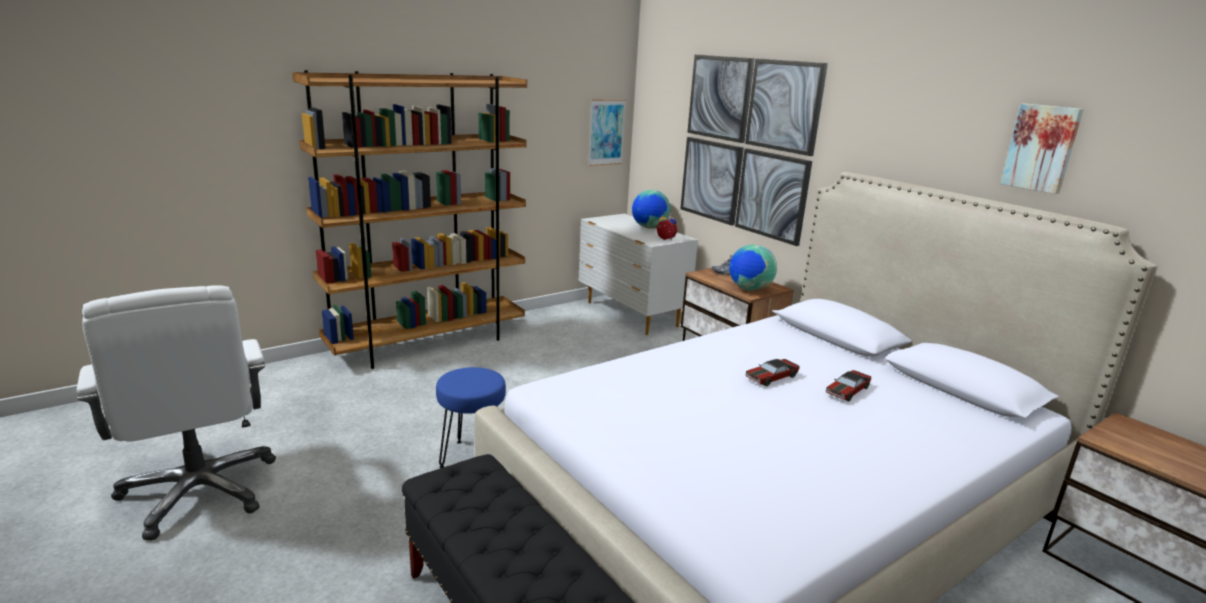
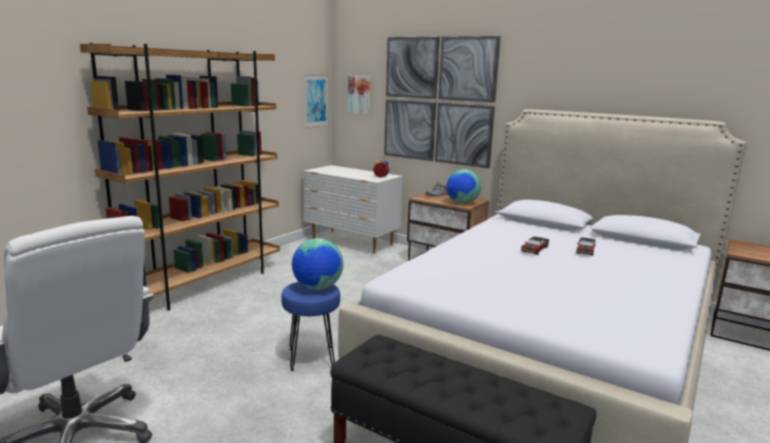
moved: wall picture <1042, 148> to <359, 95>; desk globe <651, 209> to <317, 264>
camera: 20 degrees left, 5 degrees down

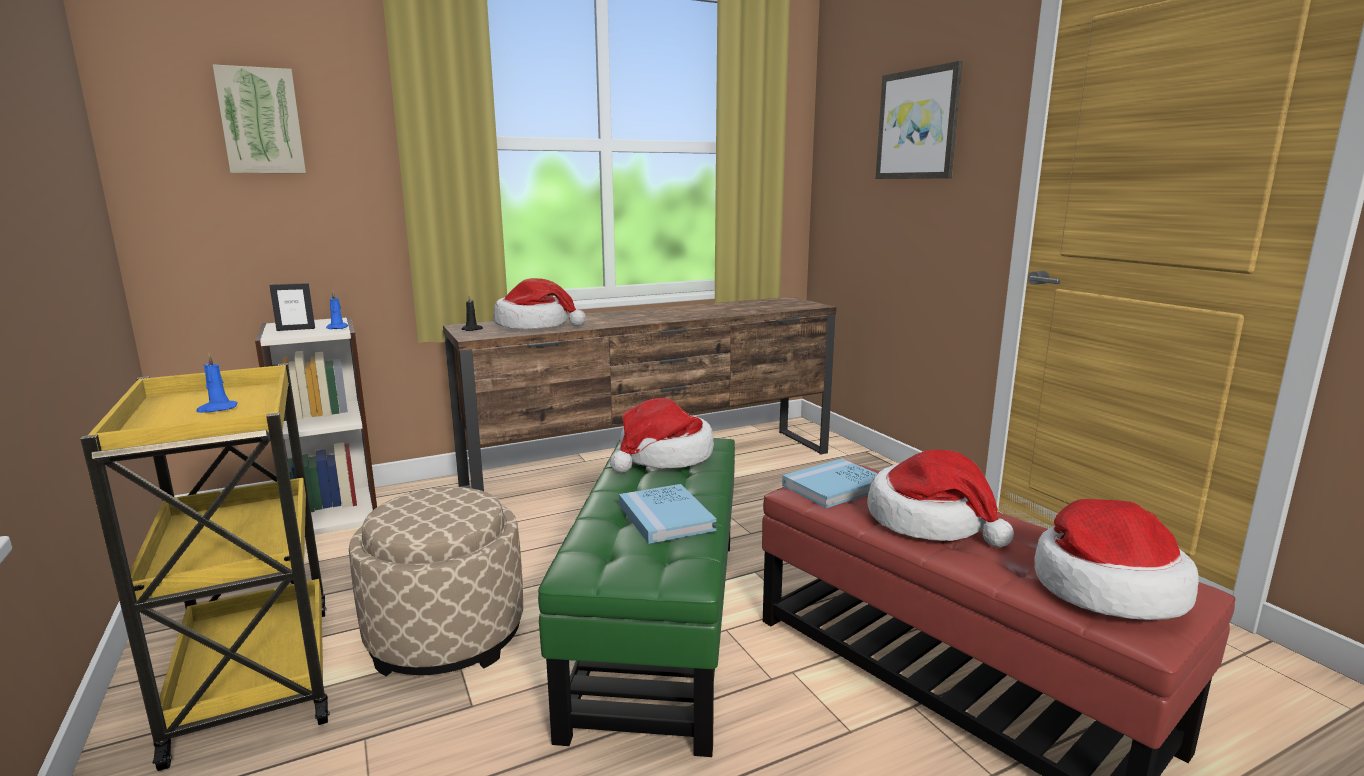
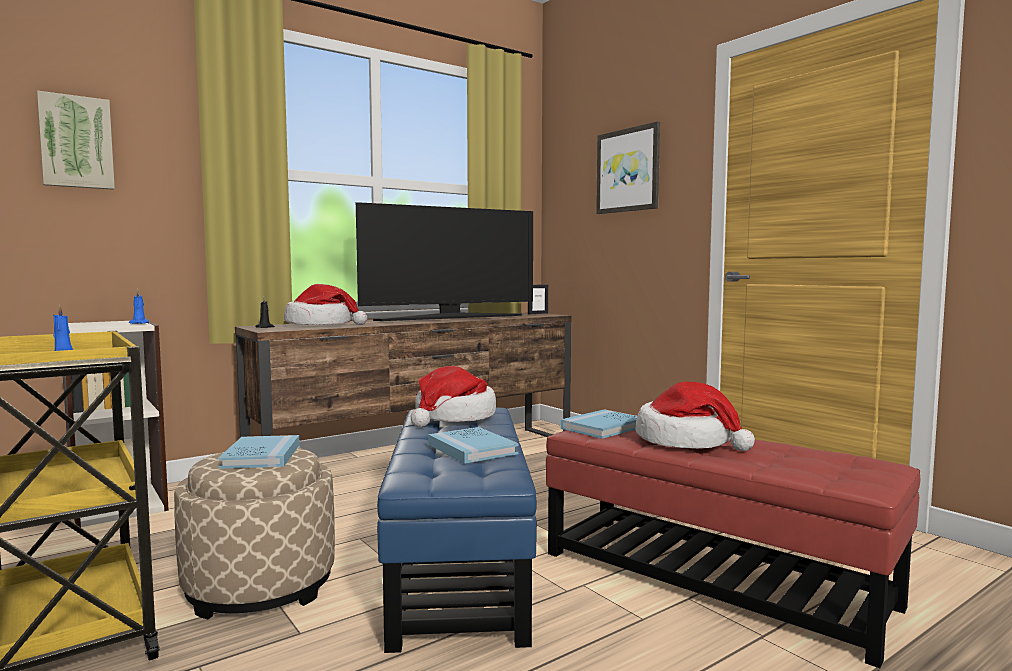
removed: wearable hat <1116, 559>
added: television <444, 261>; volume (bluish) <259, 452>
moved: photo frame <292, 307> to <538, 299>
recoloured: footrest (greenish) <636, 597> to footrest (bluish) <457, 530>
camera: 10 degrees left, 10 degrees down

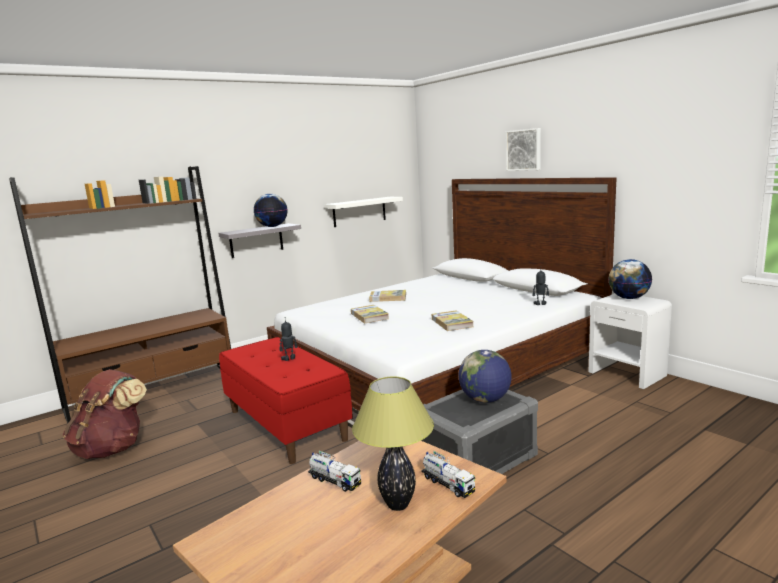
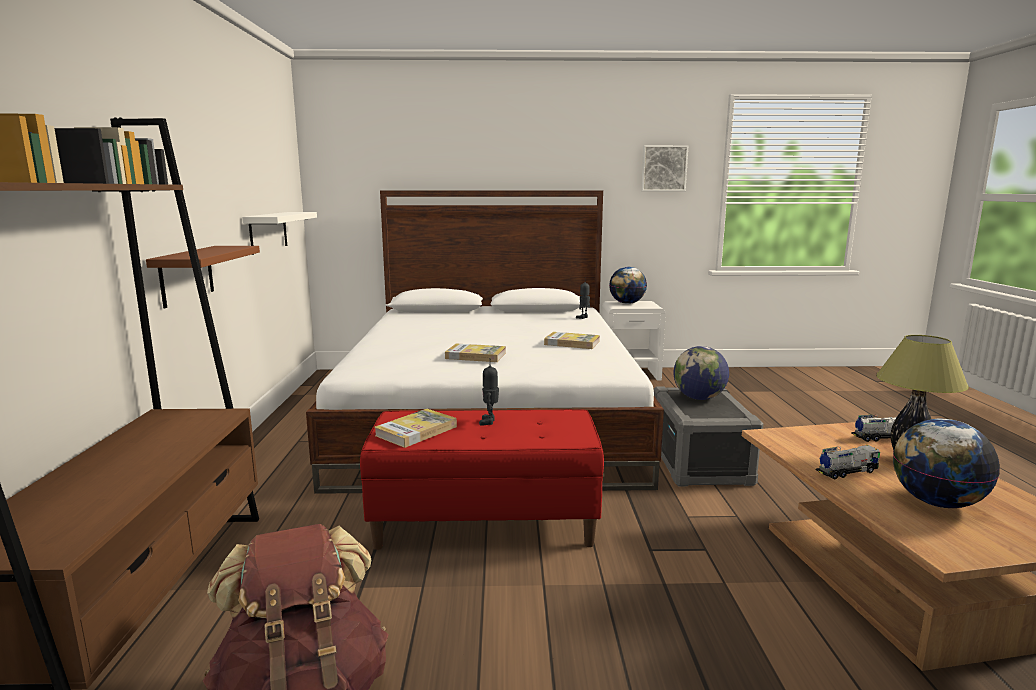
moved: wall picture <523, 149> to <664, 168>; desk globe <270, 210> to <946, 463>; volume <387, 296> to <416, 428>
recoloured: shelf (gray) <259, 240> to shelf (brown) <203, 277>
camera: 55 degrees left, 0 degrees up

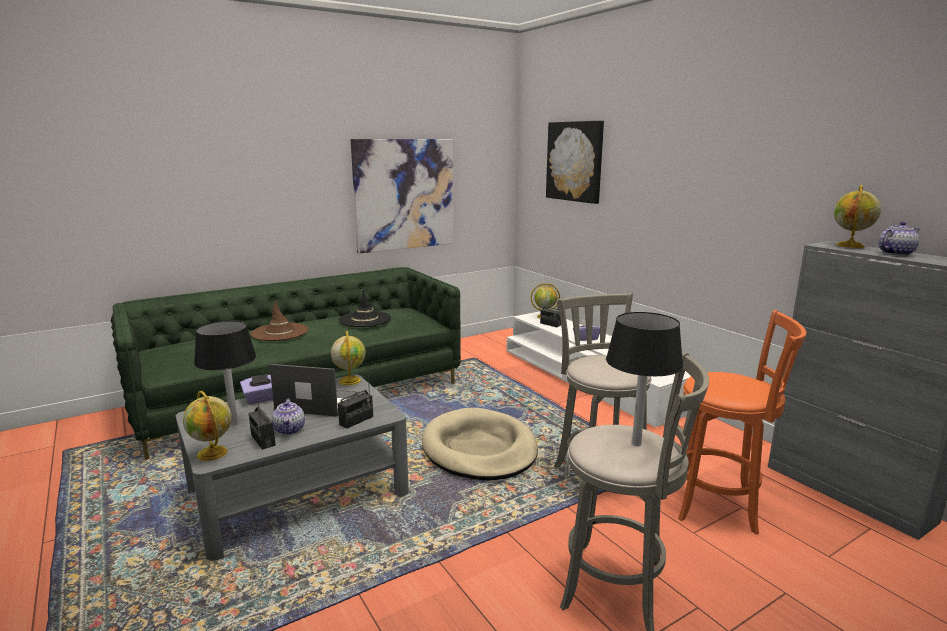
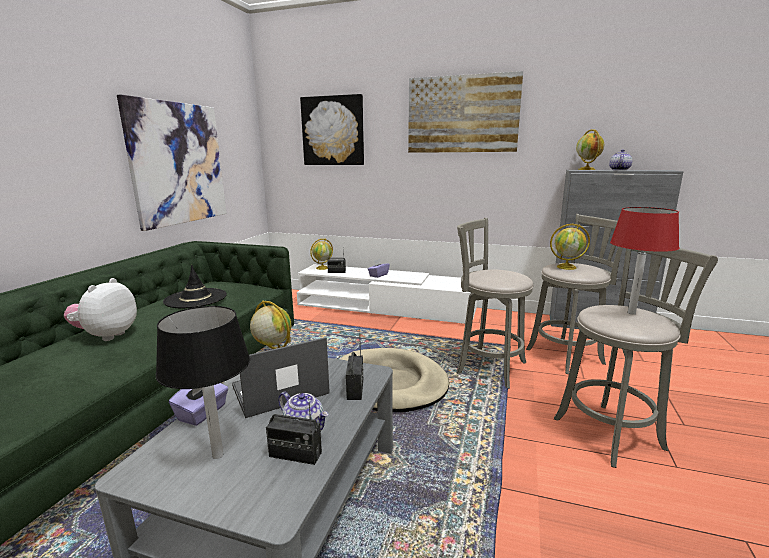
added: wall picture <465, 112>
moved: desk globe <207, 426> to <570, 247>
replaced: wearable hat (brown) <279, 321> to cuddly toy <100, 309>
recoloured: stool seat (orange) <742, 422> to stool seat (gray) <574, 294>; table lamp (blackish) <644, 379> to table lamp (reddish) <644, 261>
camera: 40 degrees left, 0 degrees up

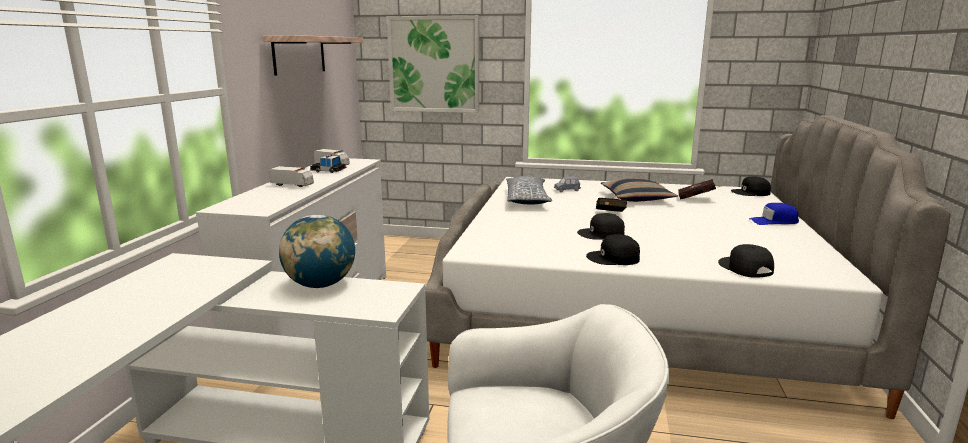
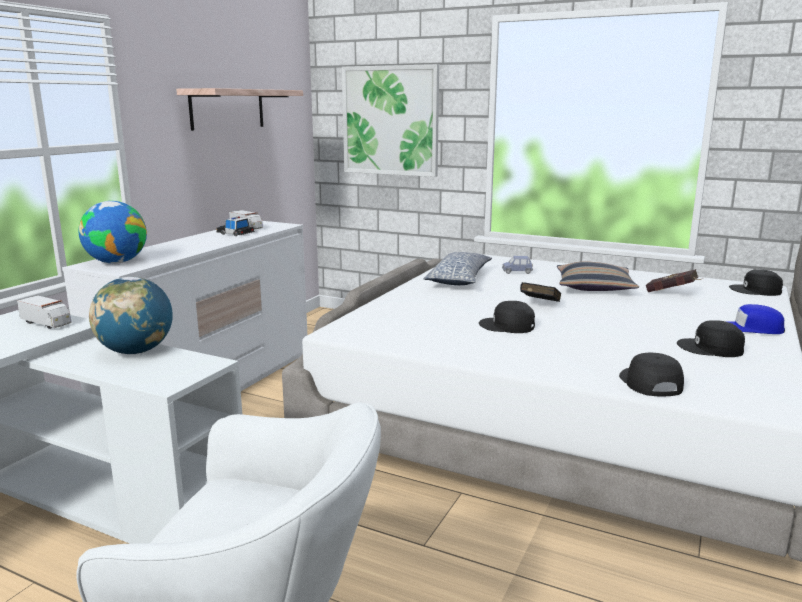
added: desk globe <112, 232>
moved: toy truck <291, 176> to <44, 312>; baseball cap (blackish) <613, 249> to <711, 338>
camera: 15 degrees right, 0 degrees up

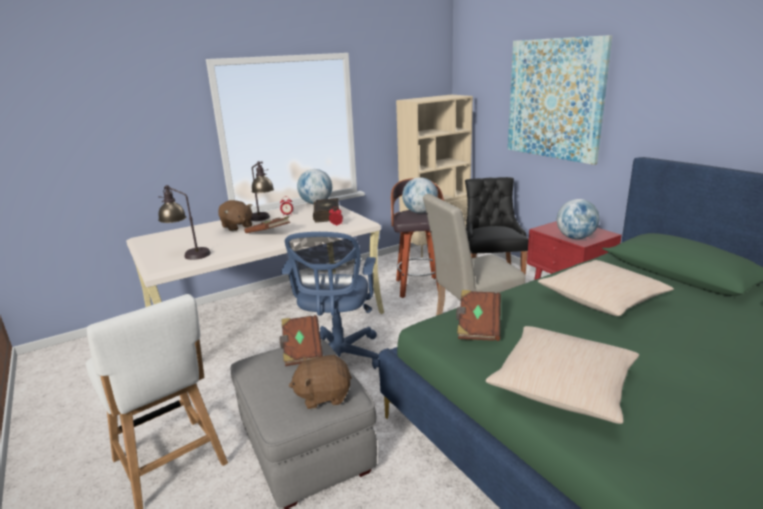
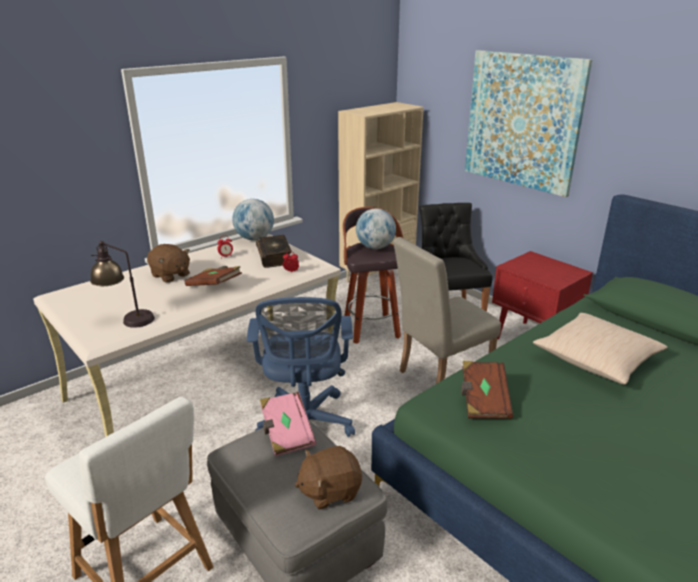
removed: table lamp <262, 191>; desk globe <578, 219>; cushion (beige-coloured) <562, 375>
recoloured: volume (brown) <301, 340> to volume (pink) <288, 424>
camera: 10 degrees left, 5 degrees up

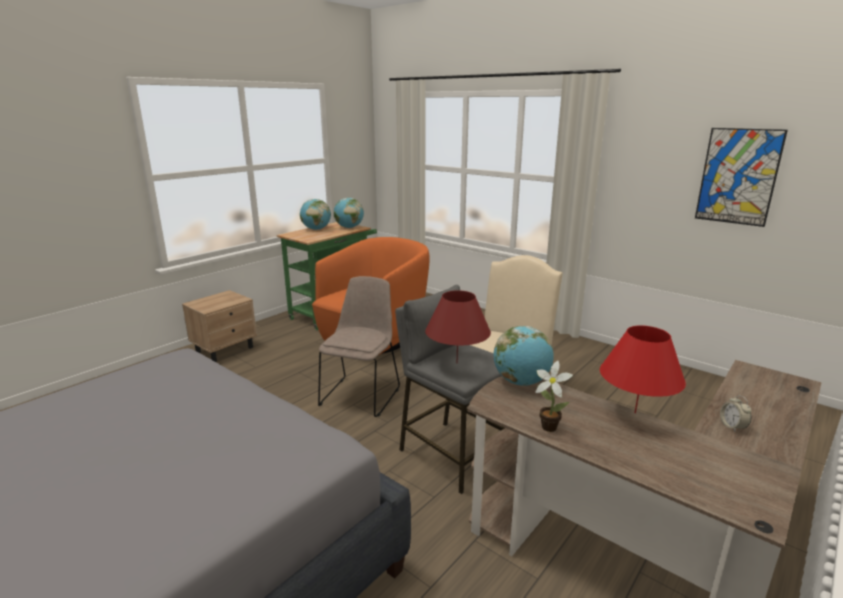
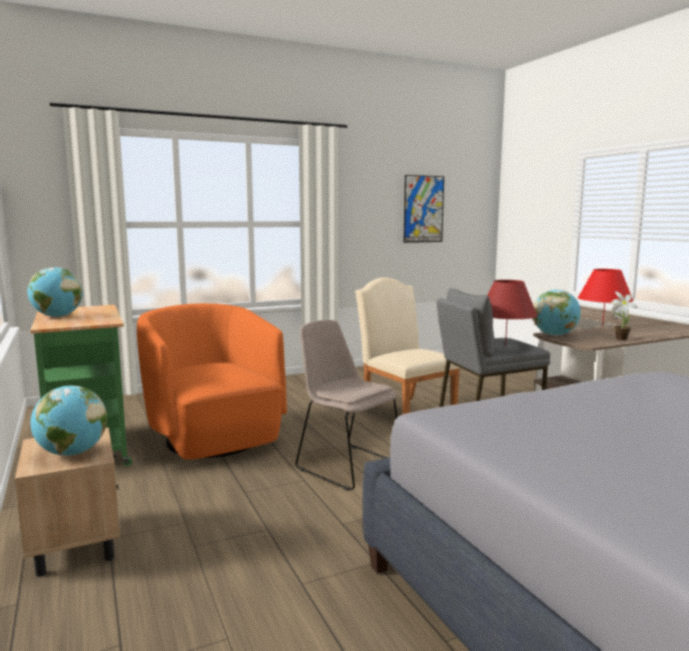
moved: desk globe <349, 213> to <68, 420>
camera: 65 degrees left, 10 degrees down

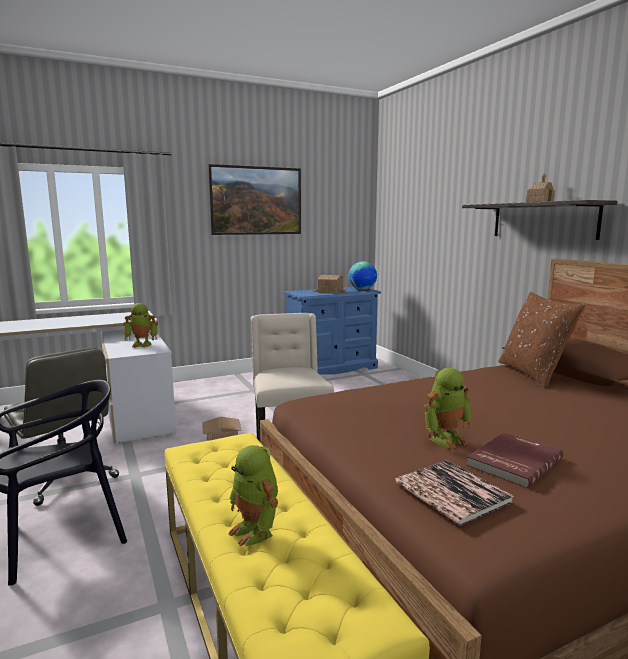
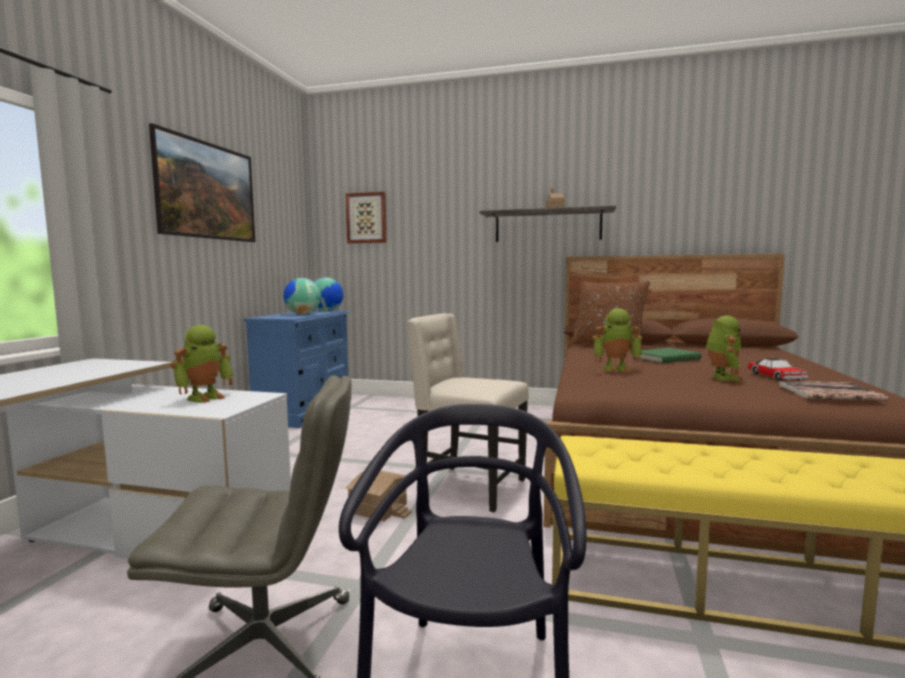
added: wall picture <366, 217>; volume (greenish) <667, 355>
moved: toy robot <253, 495> to <617, 340>
replaced: miniature house <330, 284> to desk globe <302, 296>; volume (reddish) <515, 460> to model car <778, 369>
camera: 50 degrees left, 5 degrees down

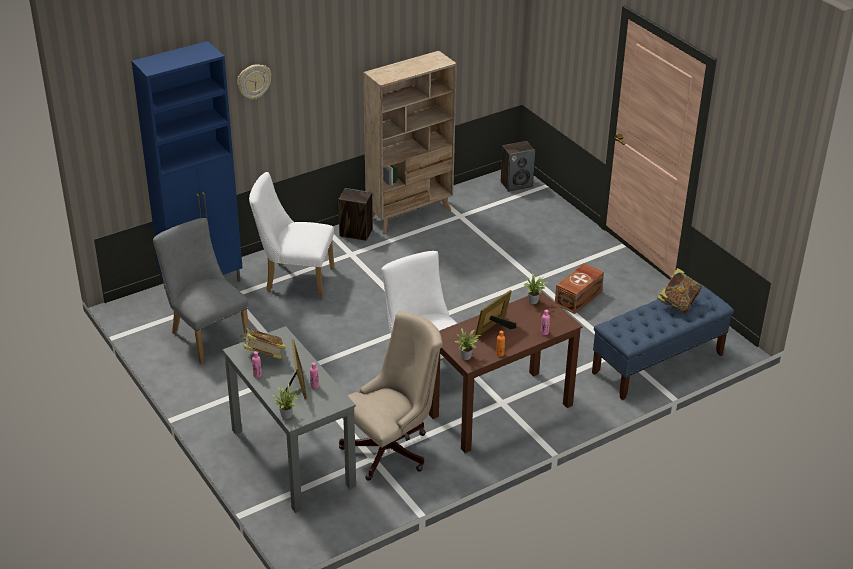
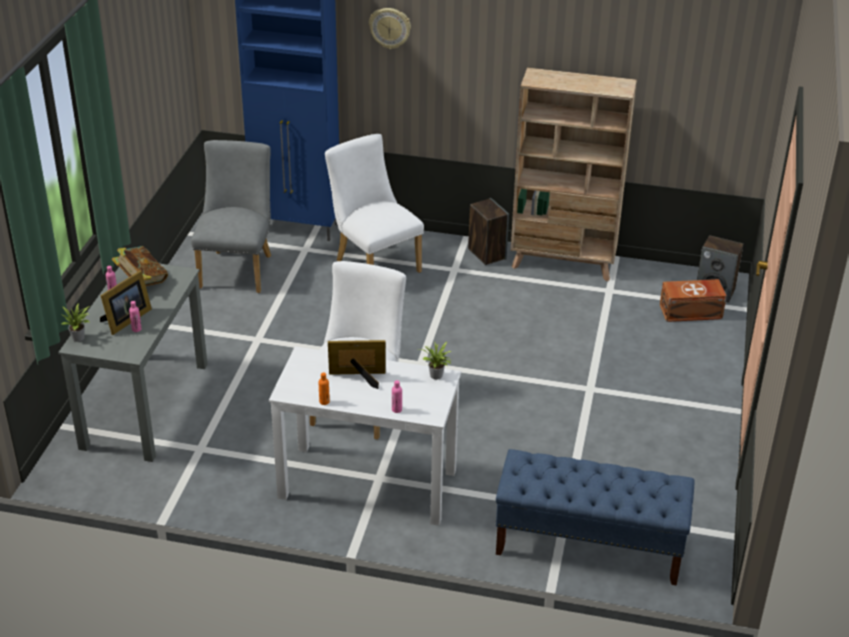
removed: volume <679, 290>; computer chair (beige-coloured) <391, 396>; houseplant <468, 344>
moved: storage container (brown) <579, 288> to <693, 300>
recoloured: desk table (brown) <505, 372> to desk table (white) <365, 436>
camera: 45 degrees right, 0 degrees up

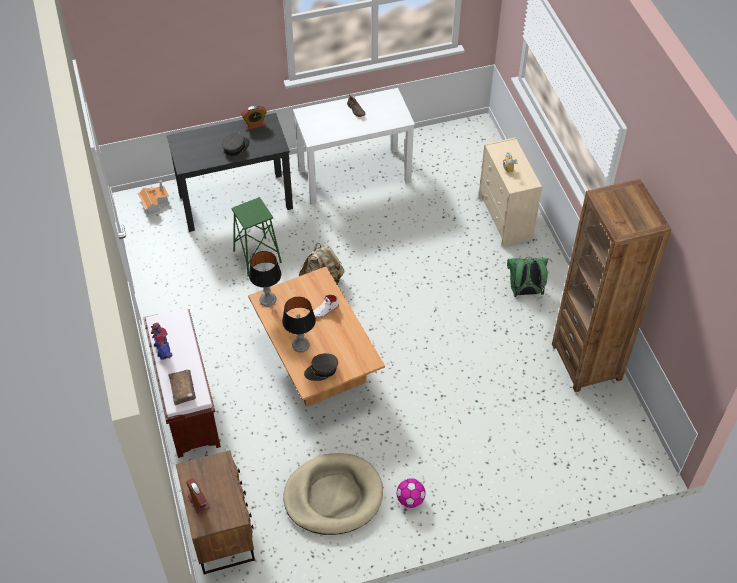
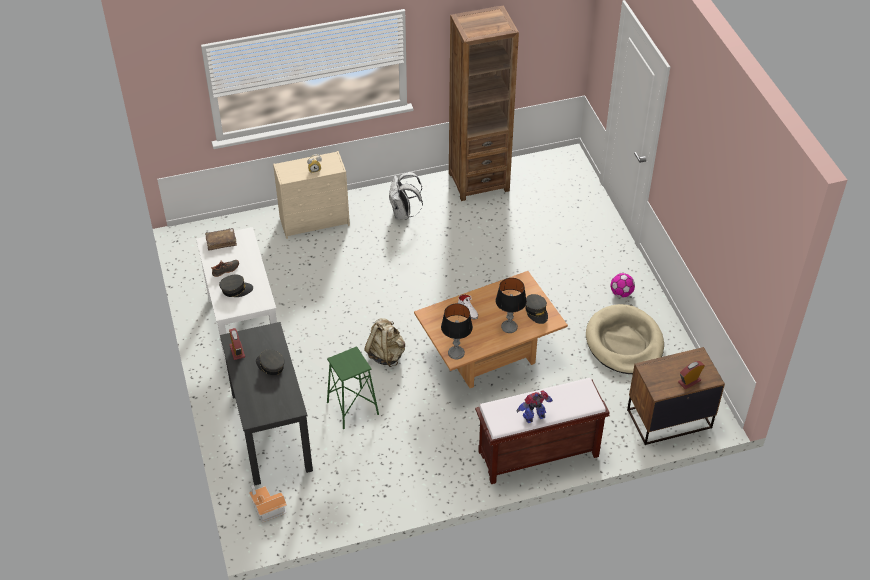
added: baseball cap (gray) <236, 286>
moved: volume (brown) <182, 387> to <221, 239>
recoloured: knapsack (greenish) <528, 277> to knapsack (white) <406, 195>
camera: 90 degrees left, 5 degrees down

